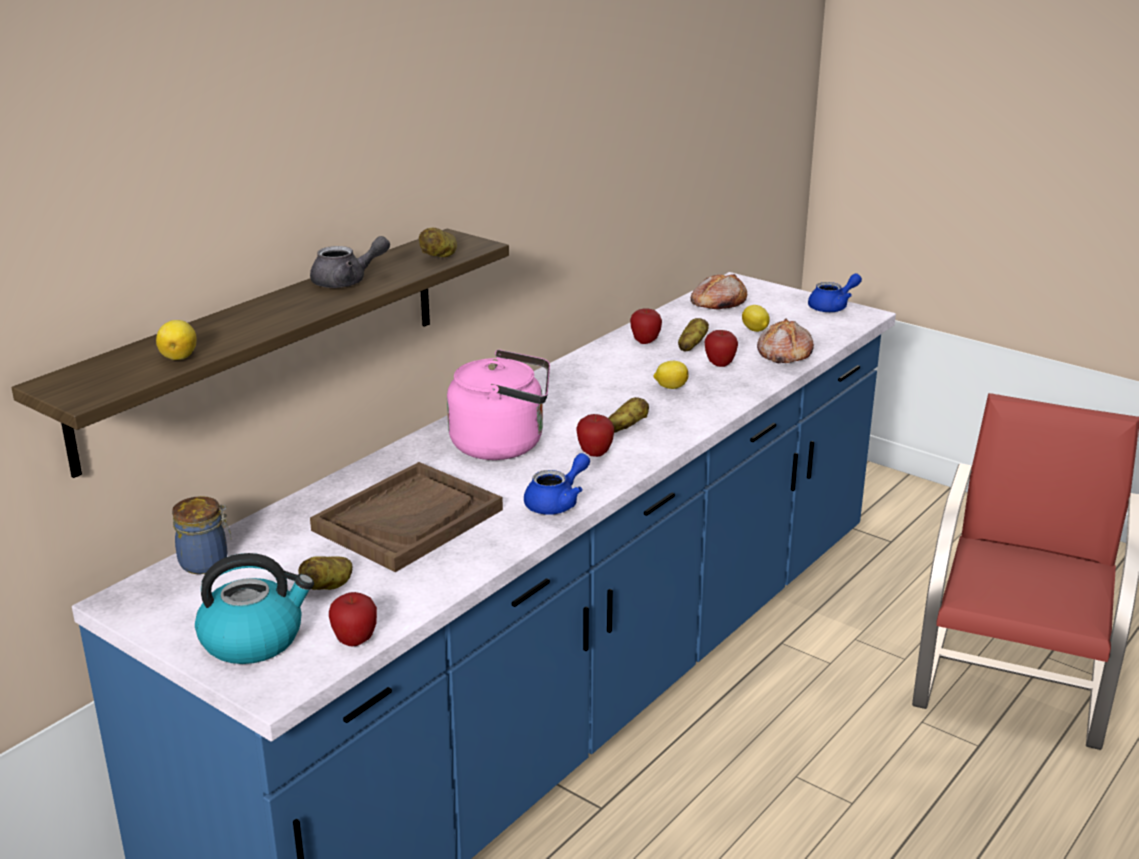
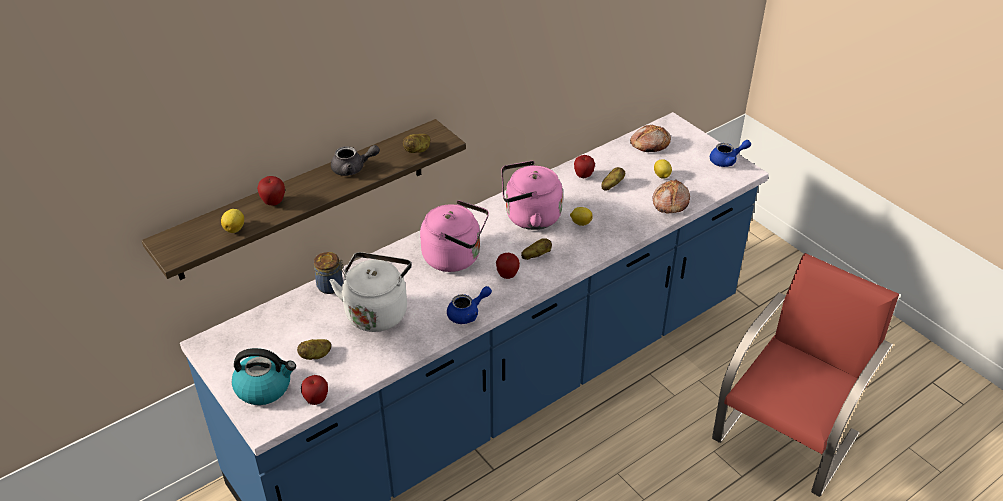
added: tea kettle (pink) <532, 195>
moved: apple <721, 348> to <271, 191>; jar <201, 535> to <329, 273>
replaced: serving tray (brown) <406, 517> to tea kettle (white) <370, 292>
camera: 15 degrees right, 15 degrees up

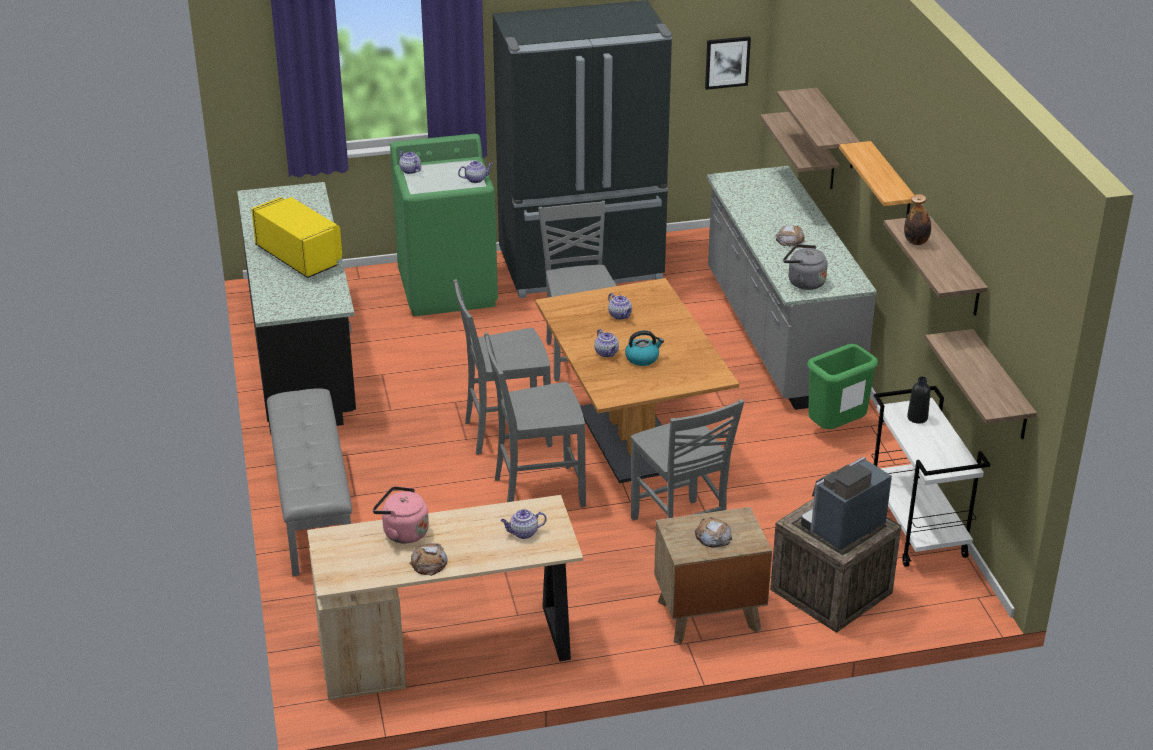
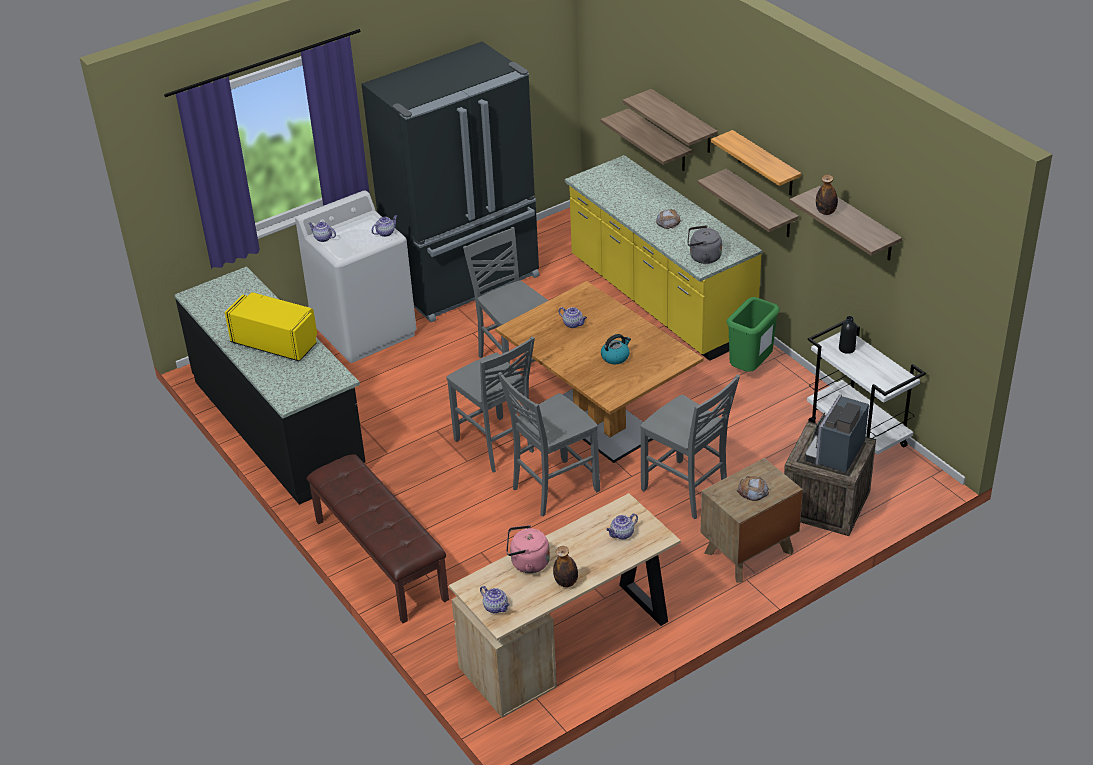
removed: wall picture <728, 63>
moved: teapot <606, 343> to <495, 599>; shelf <981, 384> to <748, 203>
replaced: baked bread <428, 559> to beverage bottle <565, 566>
recoloured: washing machine (greenish) <444, 225> to washing machine (white) <355, 276>; kitchen base unit (gray) <792, 288> to kitchen base unit (yellowish) <663, 258>; bench (gray) <309, 482> to bench (brown) <378, 538>
turned: upright chair (gray) <502, 367> = <490, 404> 90 degrees counterclockwise
camera: 20 degrees left, 5 degrees up

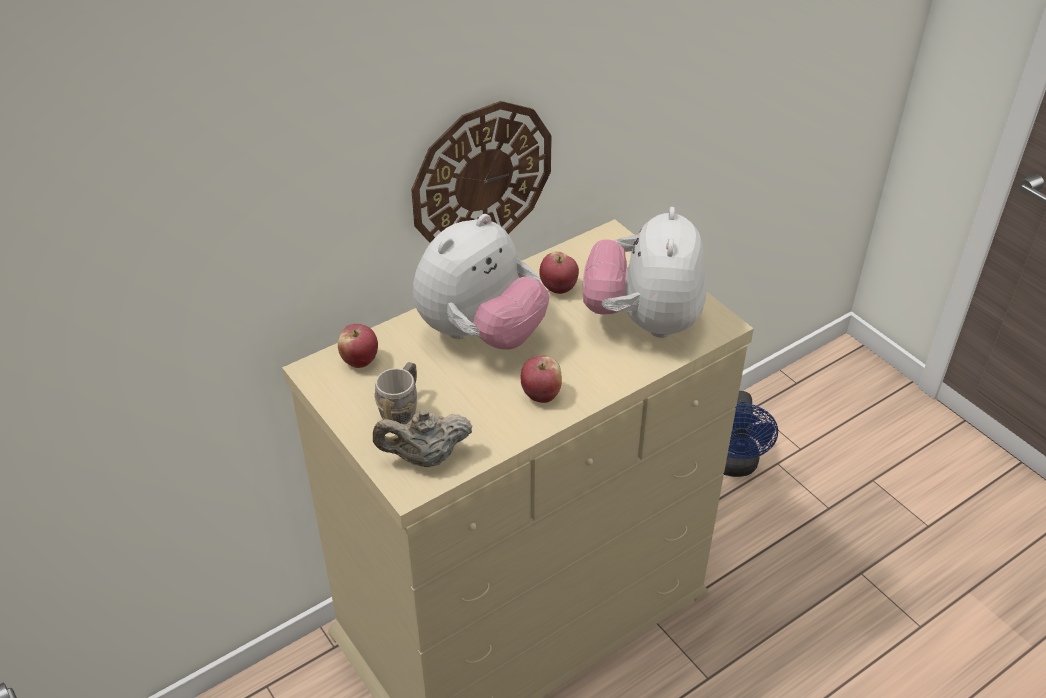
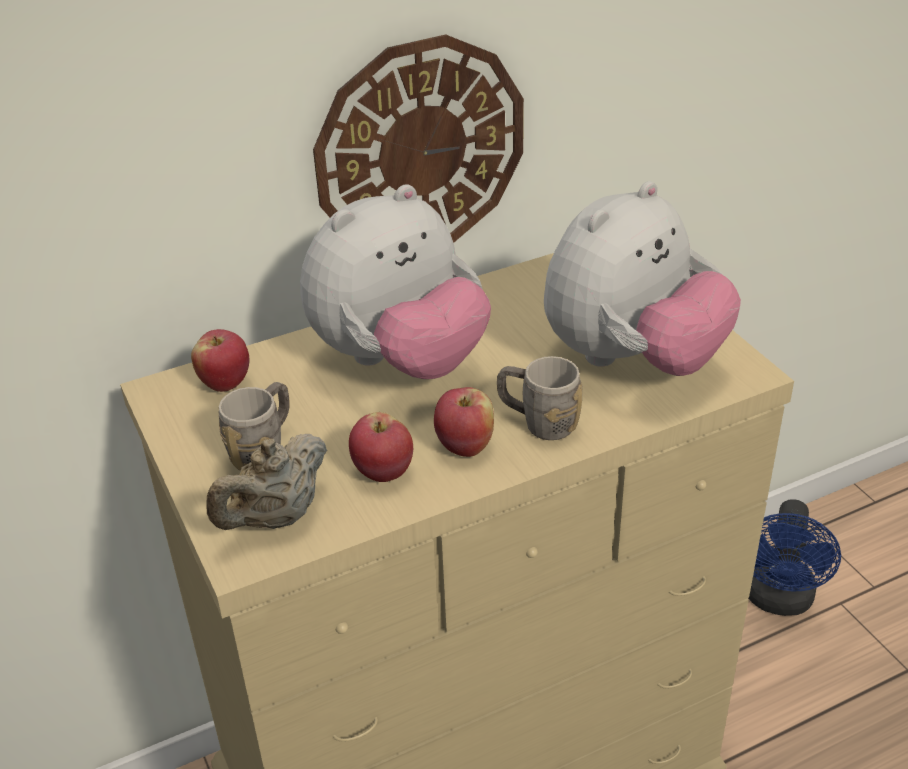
added: tea mug (gray) <540, 398>
moved: apple <559, 272> to <381, 447>
turned: cuddly toy <644, 272> = <642, 278> 150 degrees counterclockwise; teapot (beige-coloured) <423, 438> = <266, 482> 45 degrees counterclockwise
camera: 10 degrees right, 5 degrees down

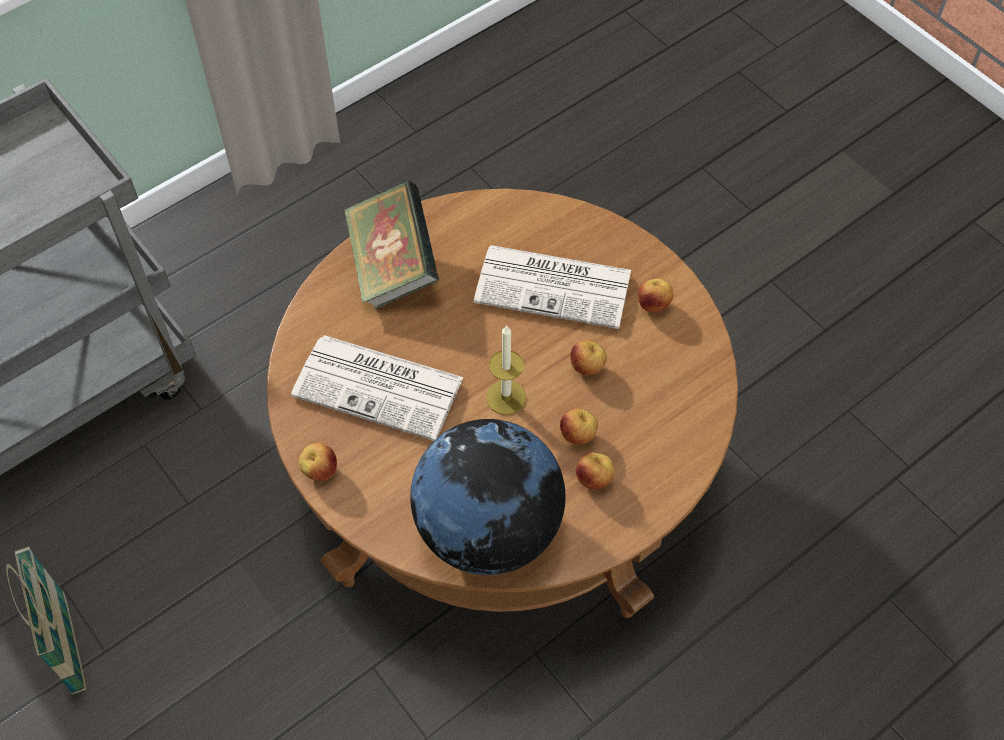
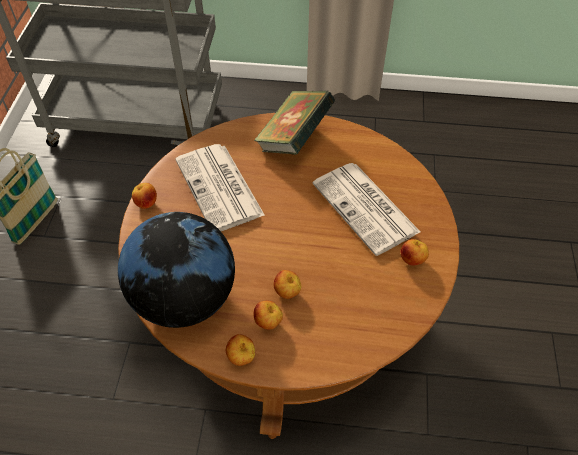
removed: wax light <506, 370>
moved: apple <588, 357> to <240, 350>
camera: 45 degrees right, 5 degrees down

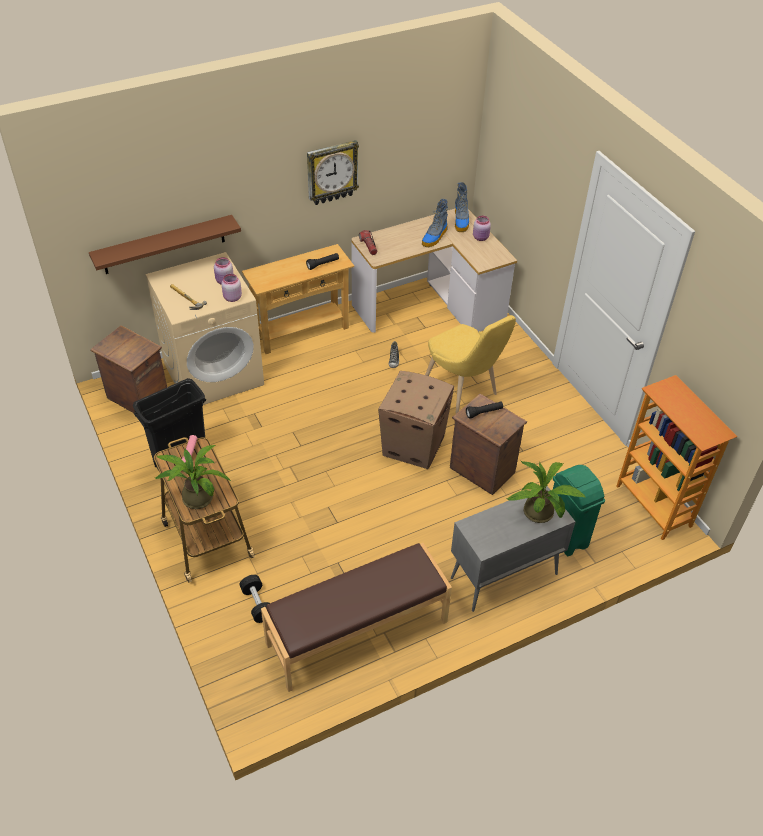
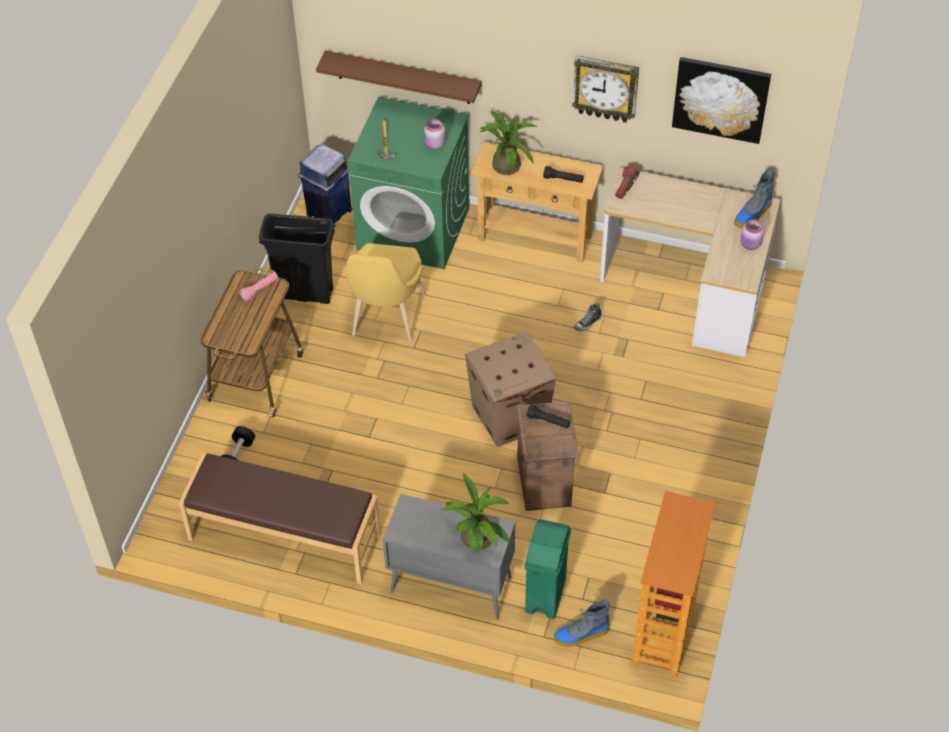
removed: jar (pink) <231, 288>
added: wall picture <721, 100>
moved: boot <435, 223> to <582, 623>; upright chair (yellowish) <470, 364> to <386, 292>; houseplant <193, 477> to <508, 142>
replaced: shipping crate <128, 369> to rubbish bin (bluish) <325, 186>
recoloured: washing machine (beige-coloured) <205, 328> to washing machine (greenish) <408, 183>
camera: 45 degrees right, 5 degrees up

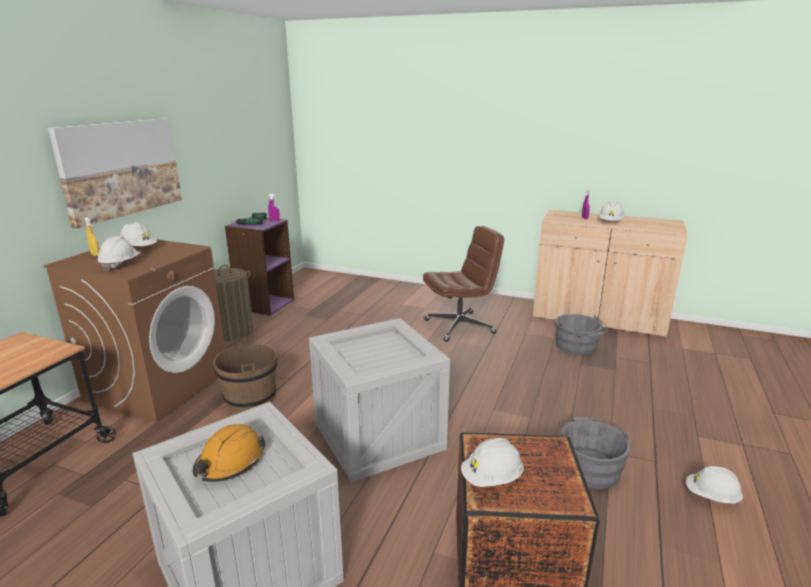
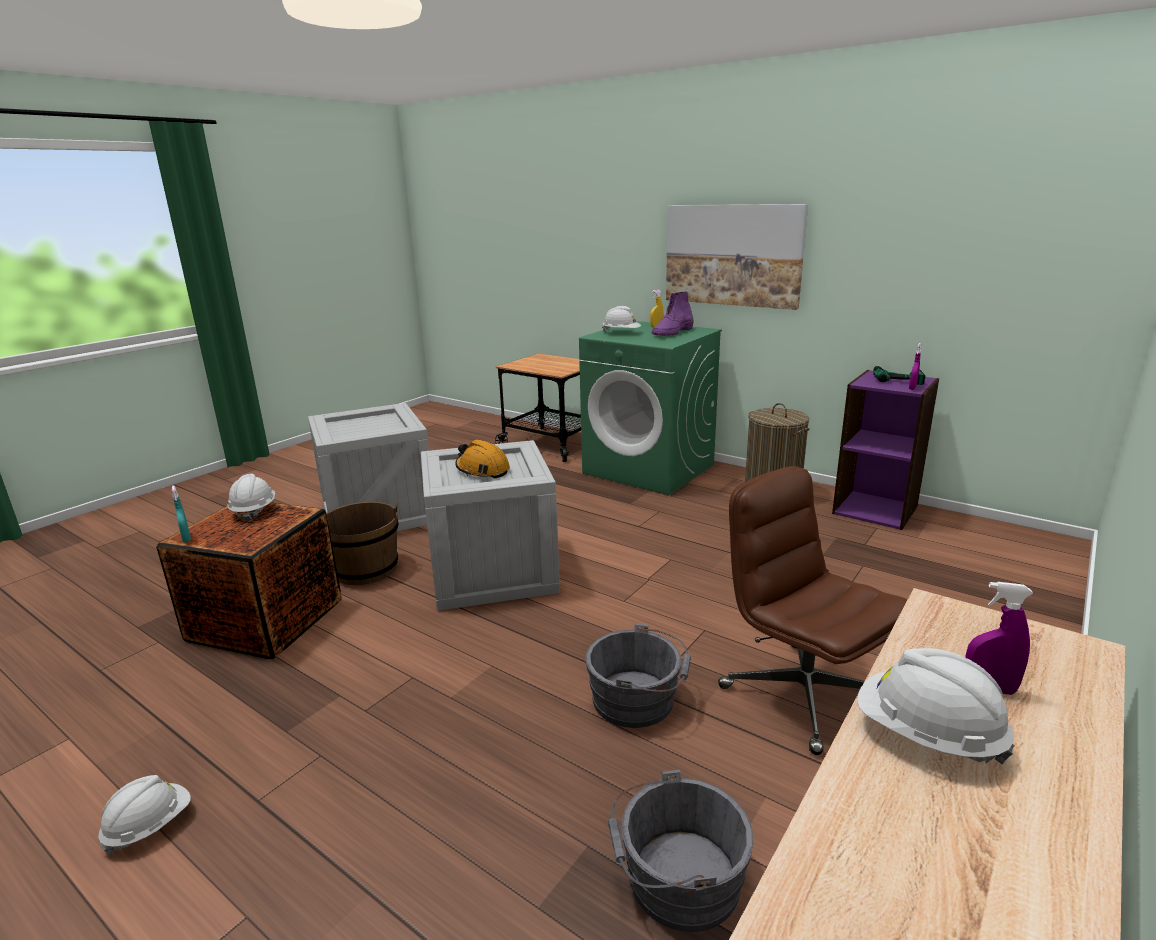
added: spray bottle (turquoise) <181, 514>
moved: water bucket (brown) <245, 373> to <362, 543>; water bucket (gray) <594, 452> to <638, 675>; work helmet (orange) <229, 453> to <482, 459>
replaced: work helmet (white) <138, 234> to boot (purplish) <673, 313>
recoloured: washing machine (brown) <134, 330> to washing machine (greenish) <650, 408>
turned: computer chair (brown) <463, 284> = <812, 610> 150 degrees clockwise
camera: 105 degrees right, 0 degrees up

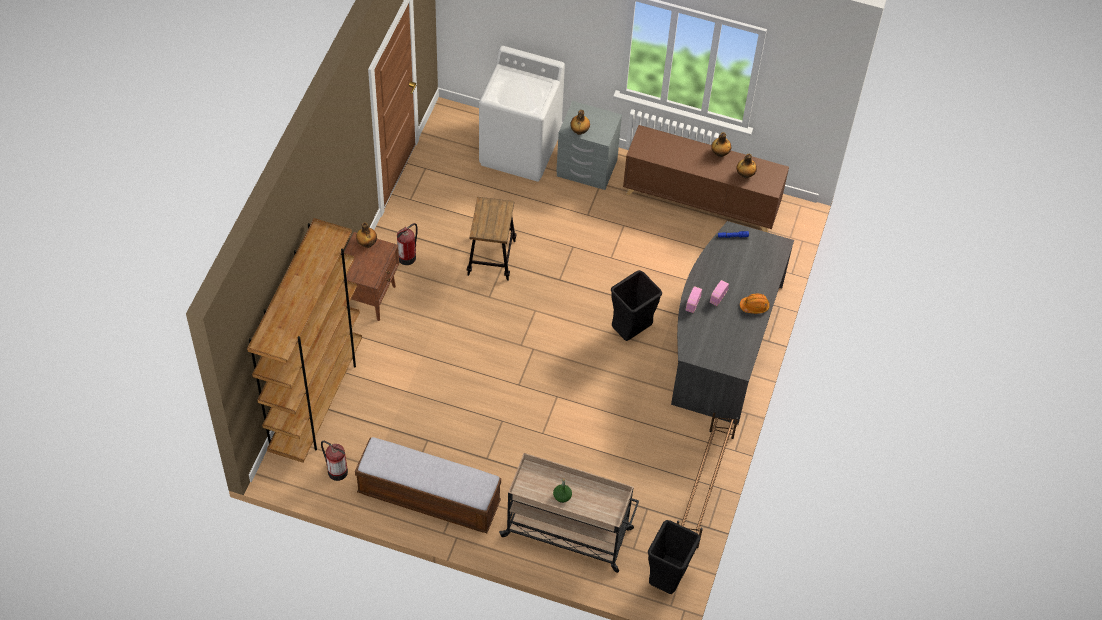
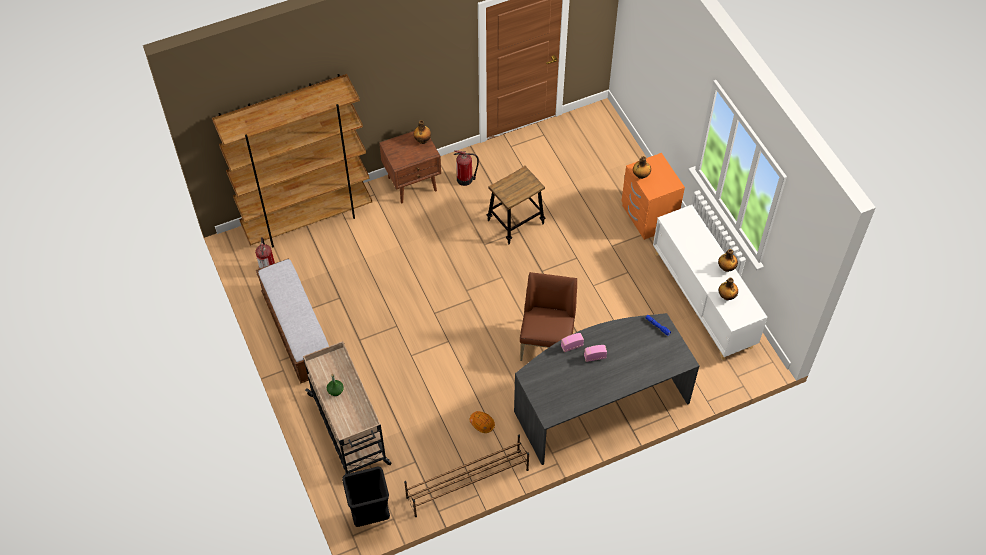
removed: washing machine (white) <522, 114>
moved: work helmet (orange) <755, 304> to <482, 422>
replaced: rubbish bin (blackish) <636, 305> to upright chair (brown) <548, 316>
recoloured: nightstand (gray) <589, 145> to nightstand (orange) <653, 196>; storage cabinet (brown) <706, 178> to storage cabinet (white) <710, 282>
camera: 50 degrees right, 0 degrees up

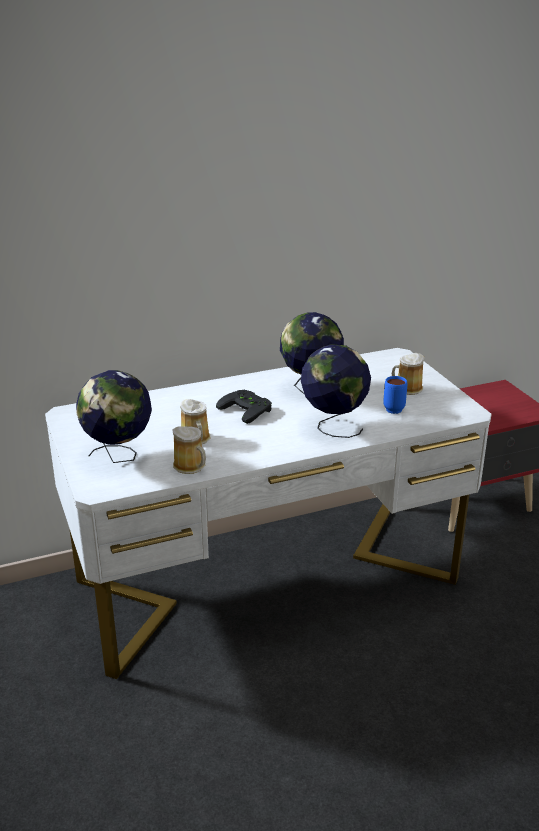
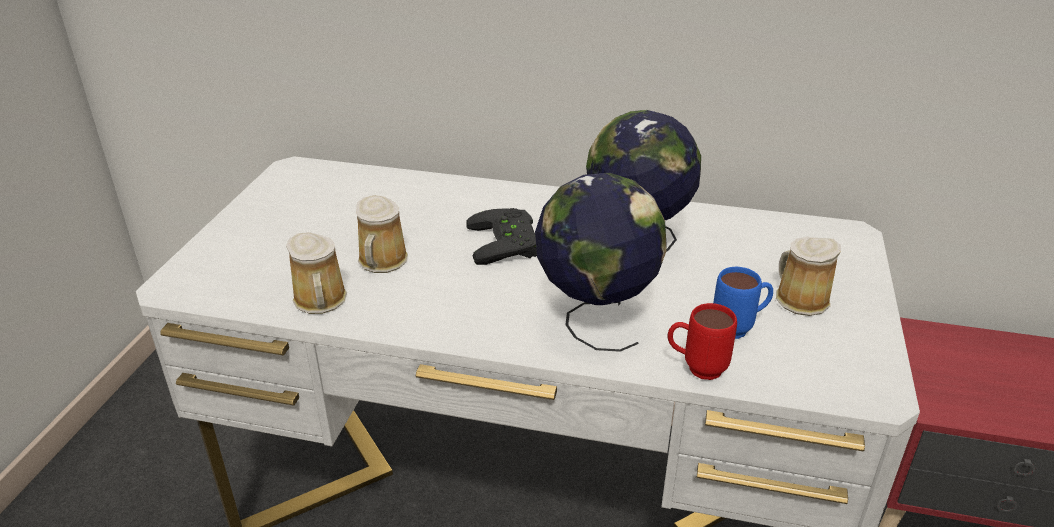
removed: desk globe <114, 416>
added: tea mug (reddish) <702, 341>
camera: 35 degrees right, 5 degrees up

